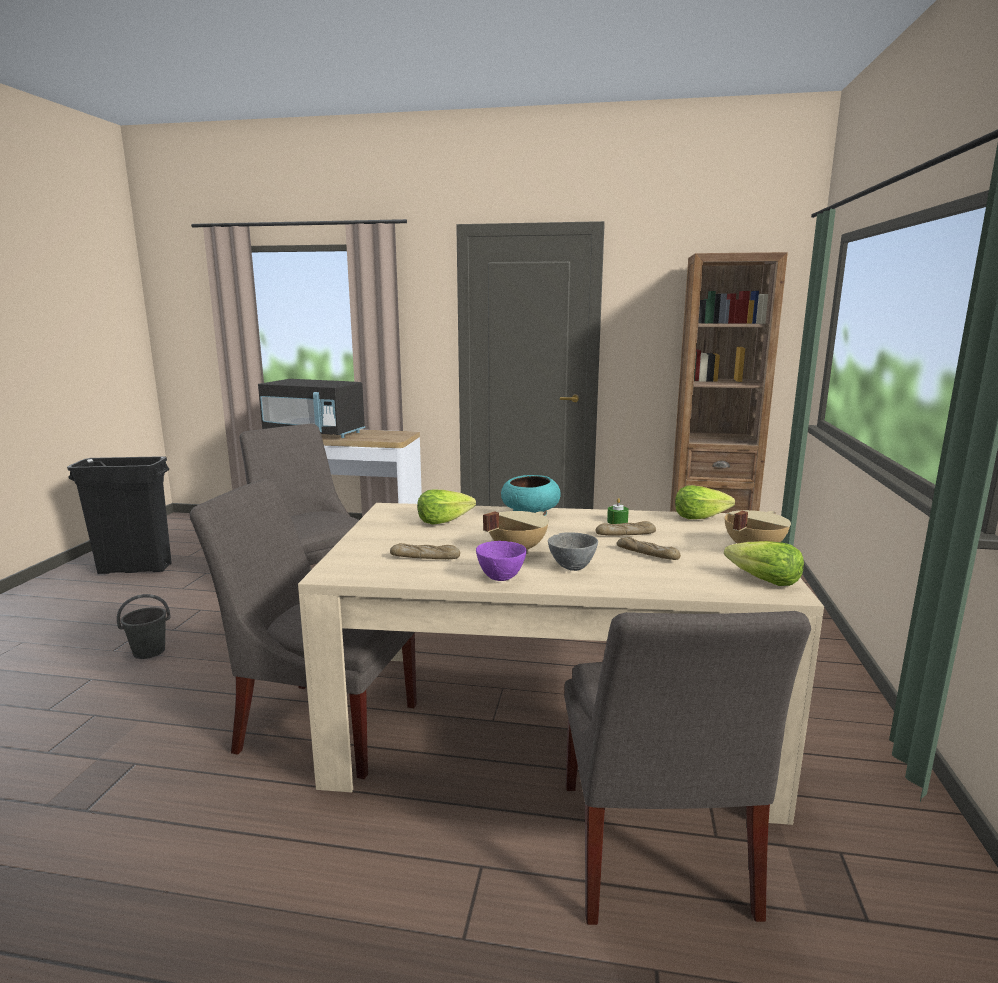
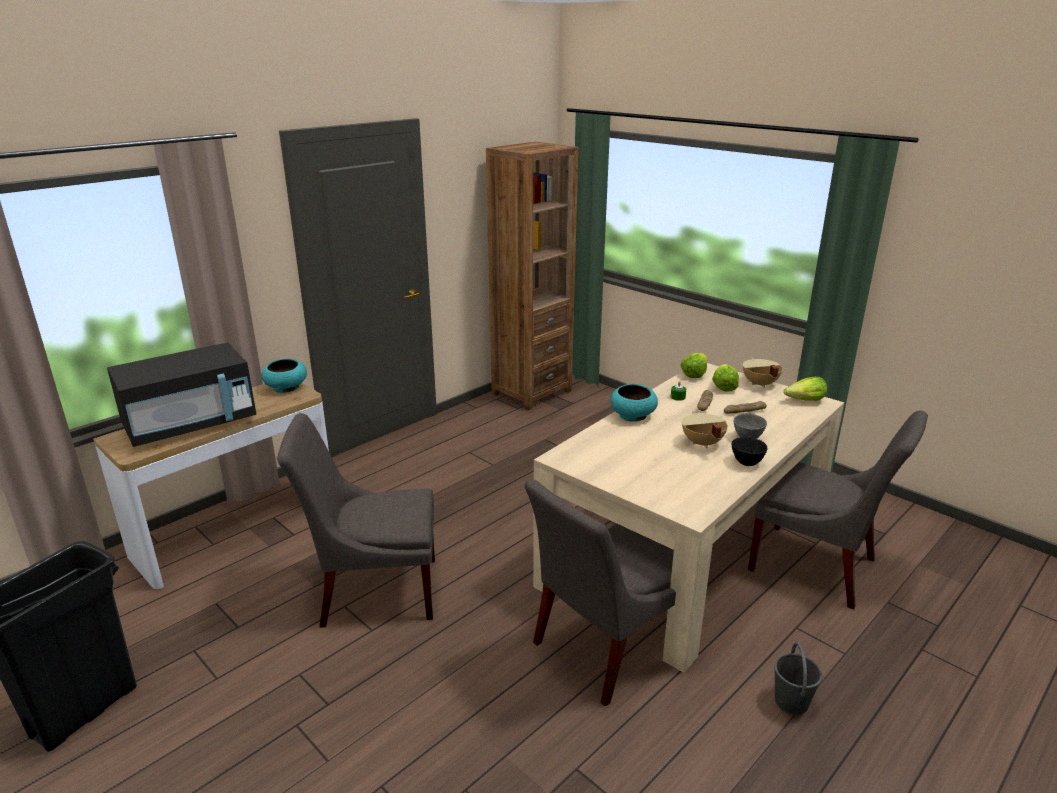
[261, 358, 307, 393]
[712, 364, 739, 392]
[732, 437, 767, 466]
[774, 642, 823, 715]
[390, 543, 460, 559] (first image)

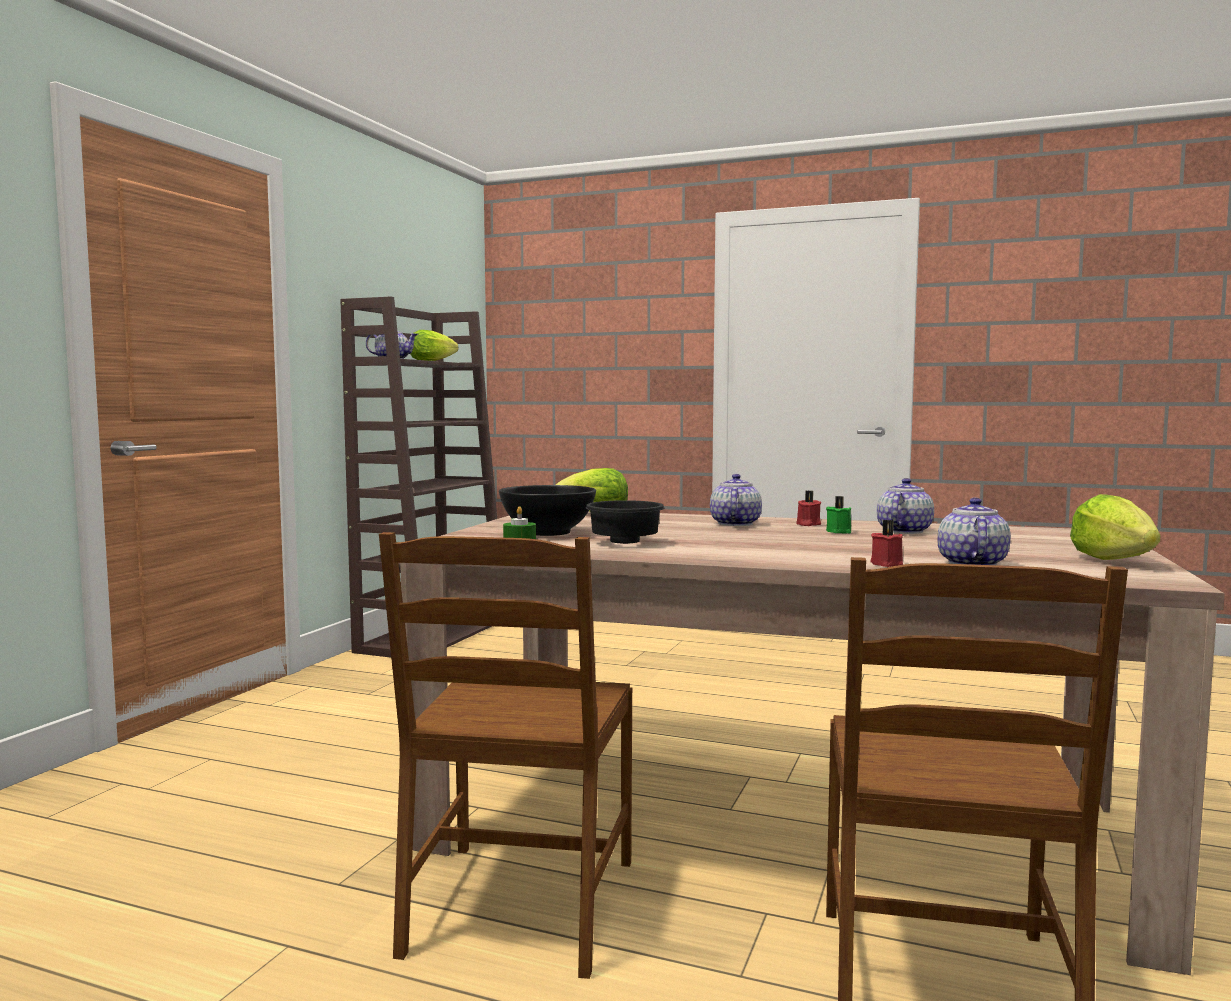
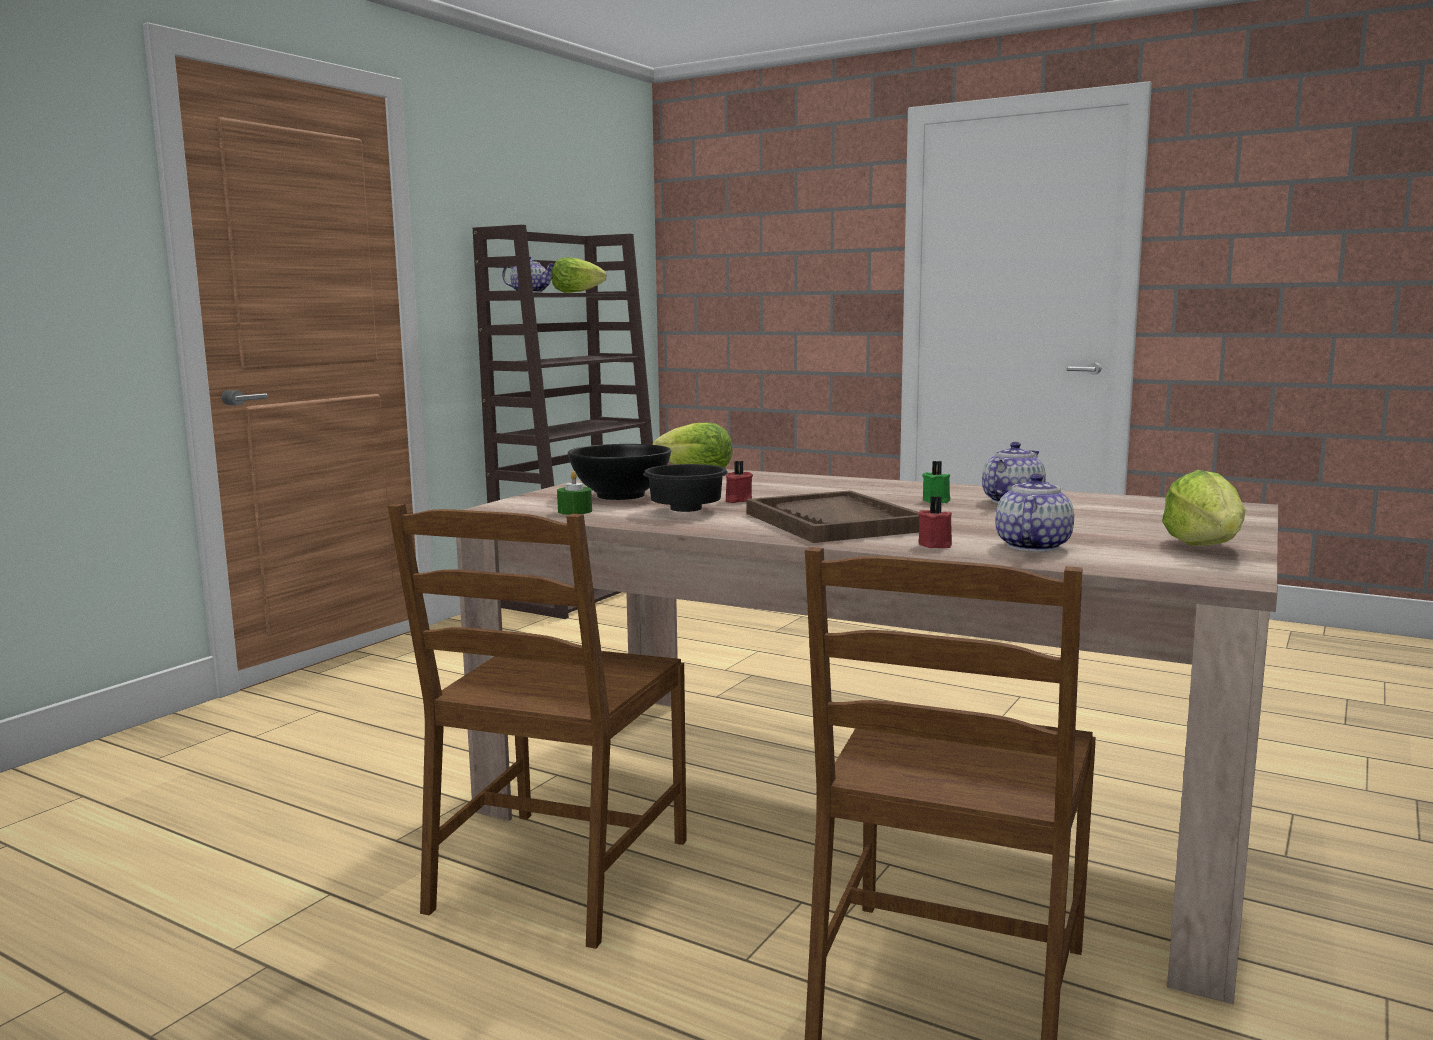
[726, 461, 753, 503]
[746, 490, 919, 543]
[710, 474, 762, 526] (first image)

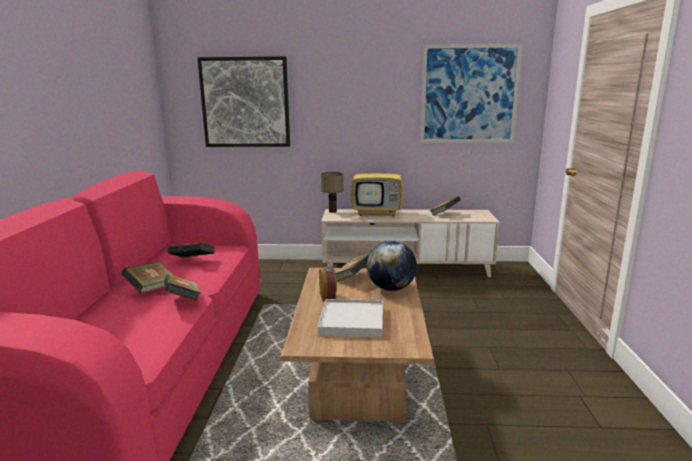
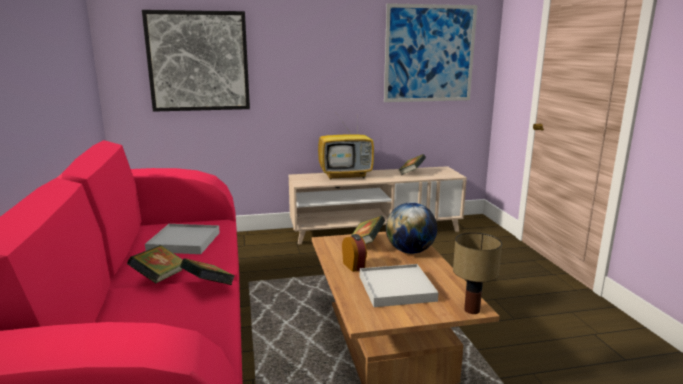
[145, 224, 220, 254]
[453, 232, 502, 314]

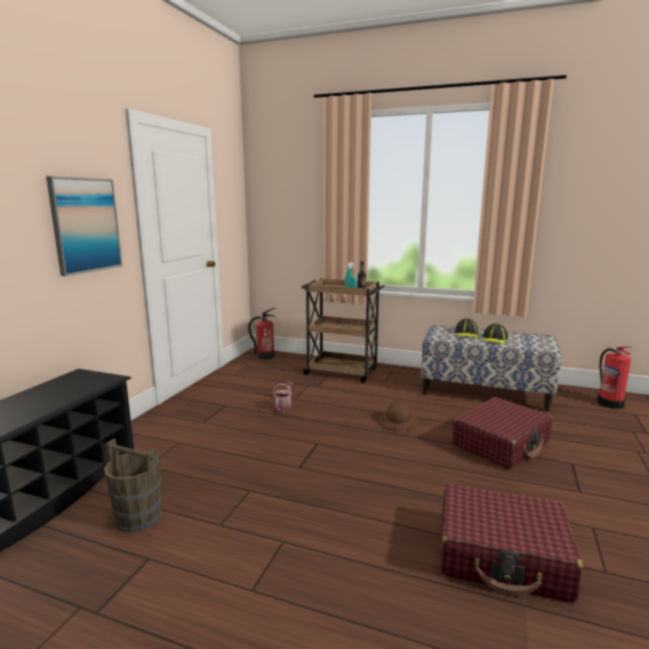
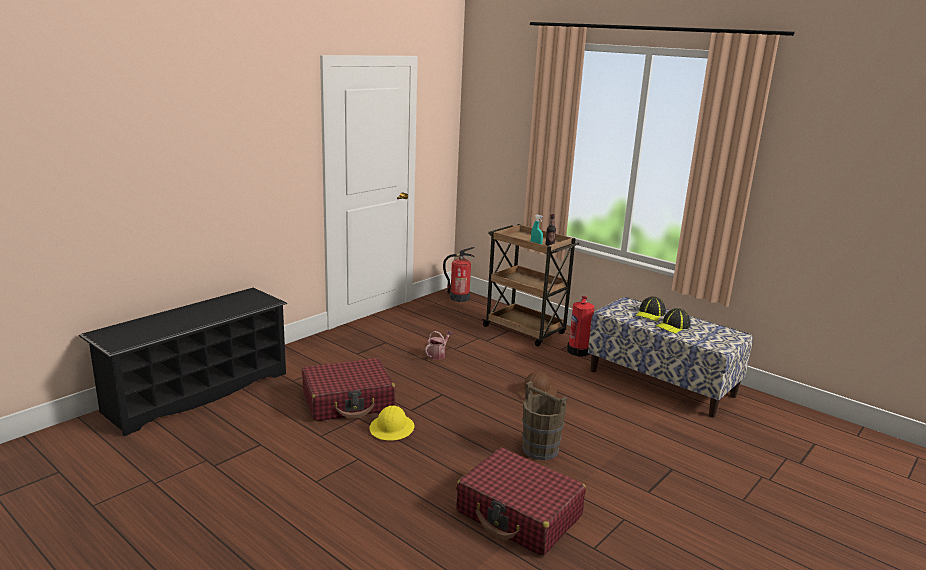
[302, 358, 395, 421]
[369, 405, 415, 441]
[522, 381, 567, 460]
[567, 296, 595, 357]
[46, 176, 122, 276] (first image)

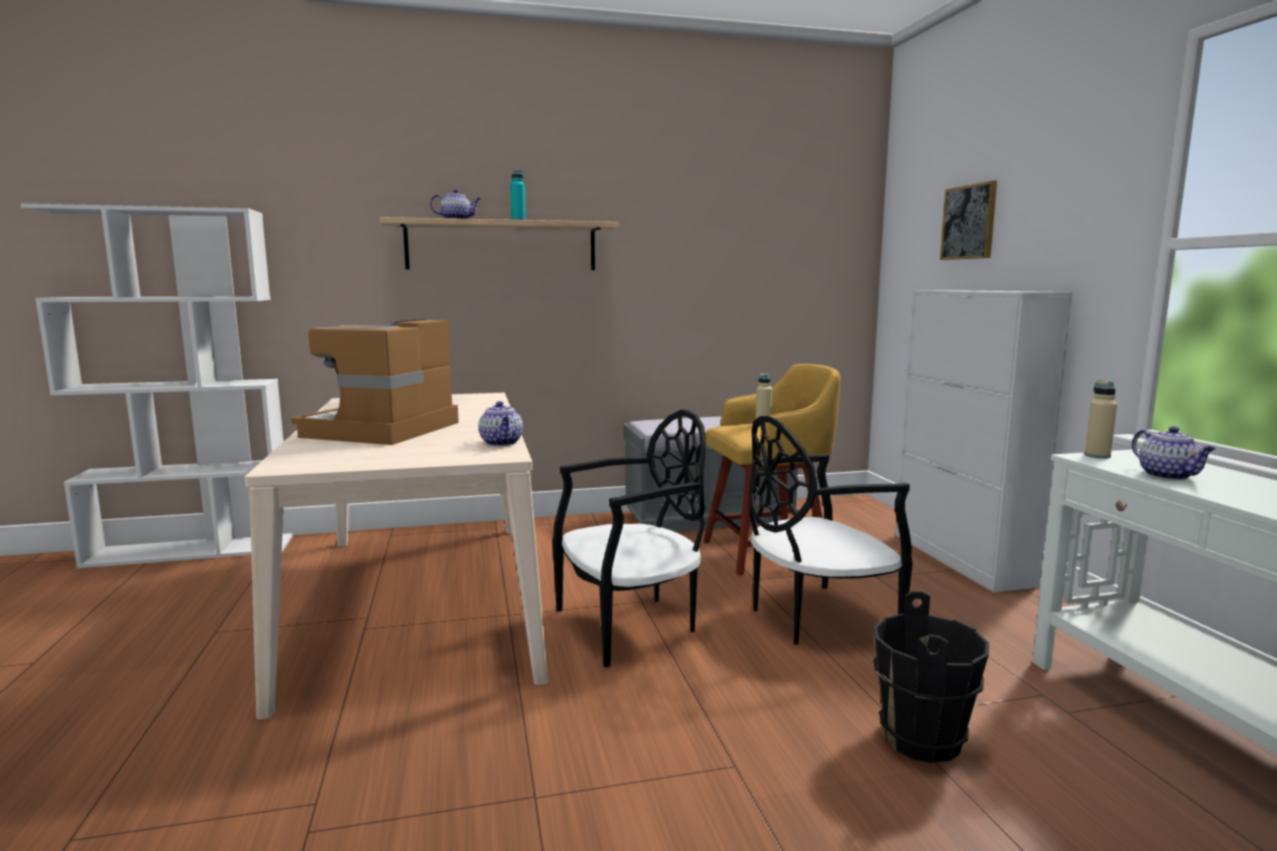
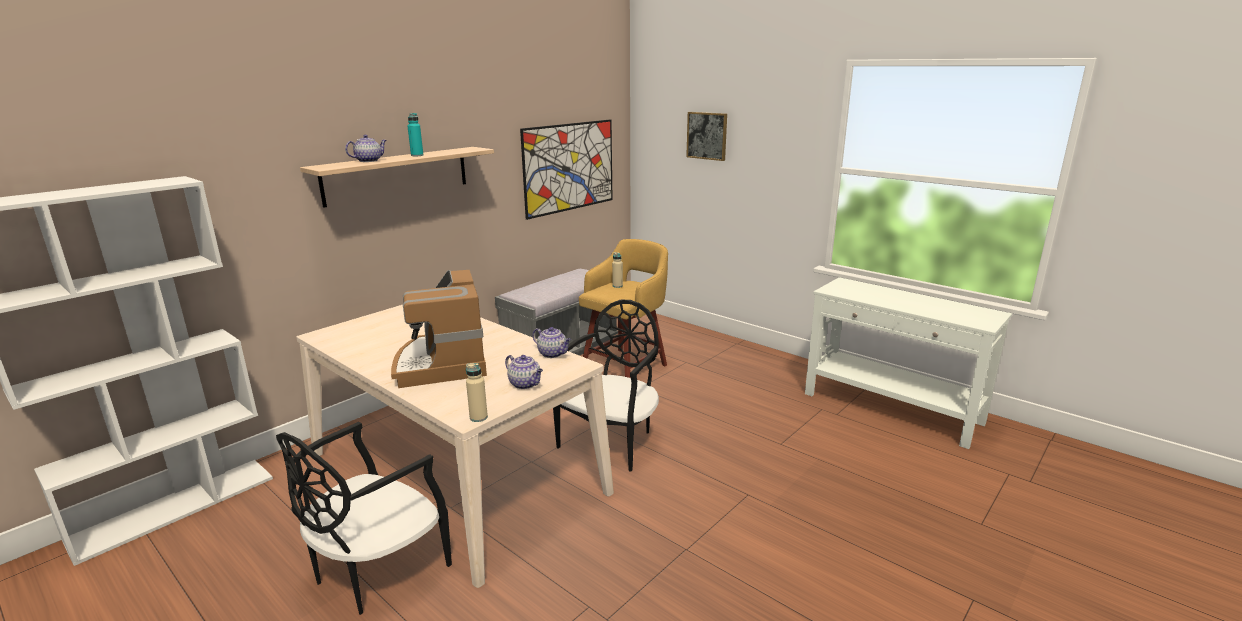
[276, 422, 452, 615]
[466, 363, 488, 422]
[505, 355, 543, 389]
[520, 119, 613, 220]
[873, 591, 989, 763] (first image)
[896, 290, 1072, 592] (first image)

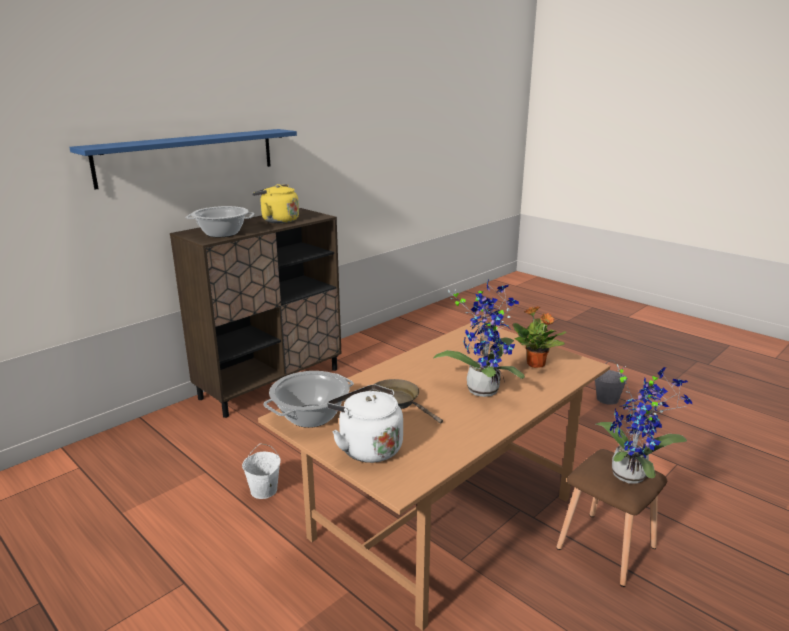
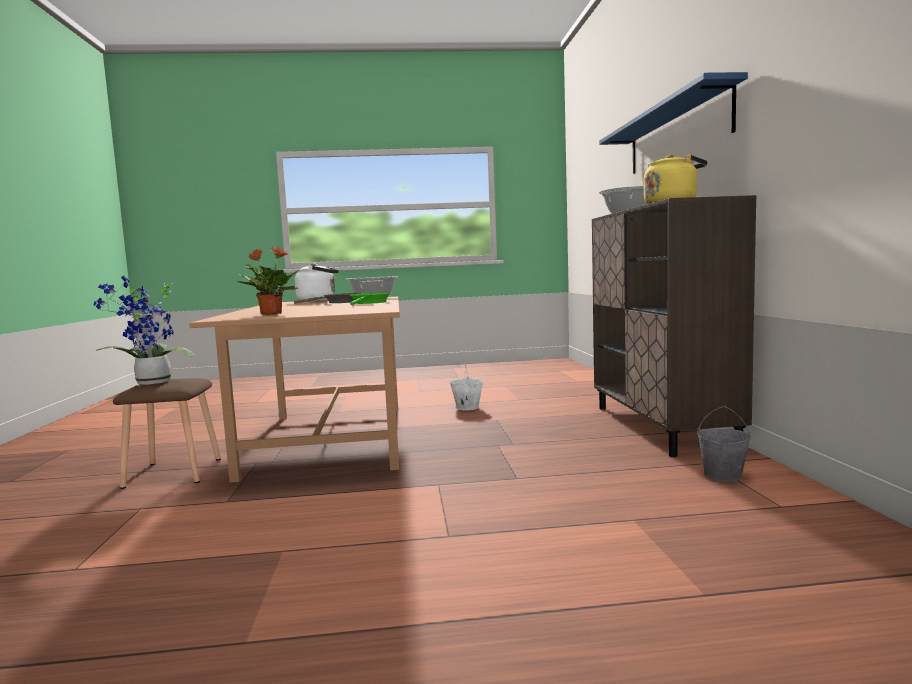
[350, 293, 390, 305]
[697, 406, 751, 482]
[433, 280, 525, 397] (first image)

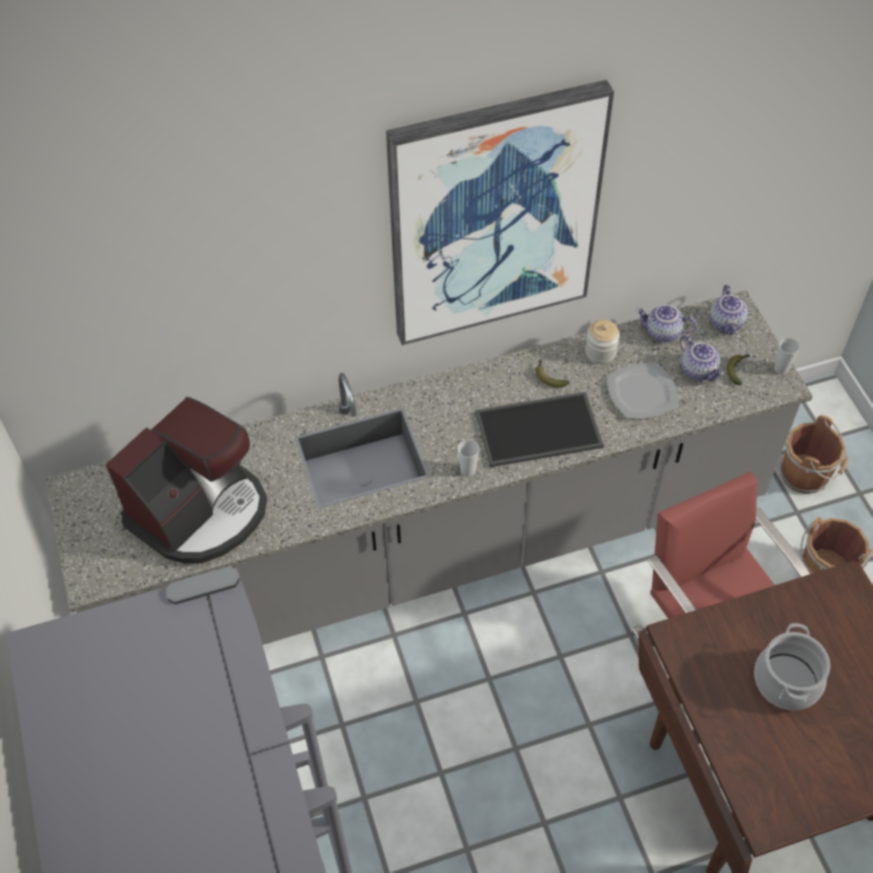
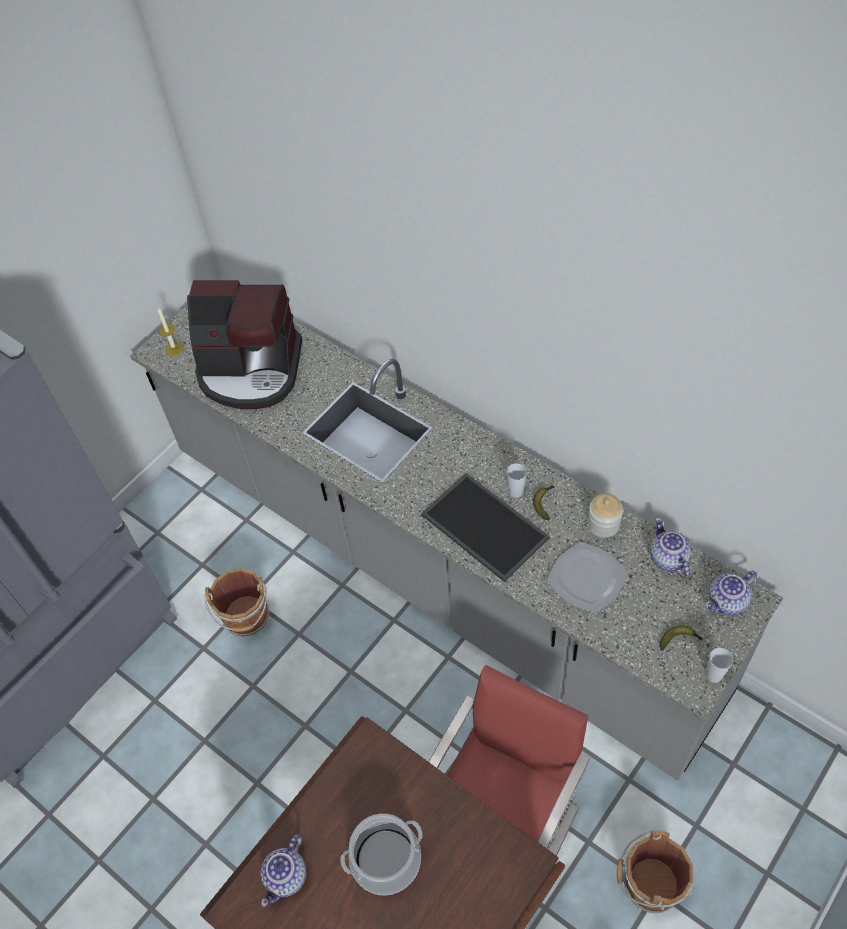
[158, 308, 184, 356]
[204, 568, 269, 637]
[261, 835, 306, 907]
[506, 463, 527, 498]
[386, 80, 614, 345] (first image)

